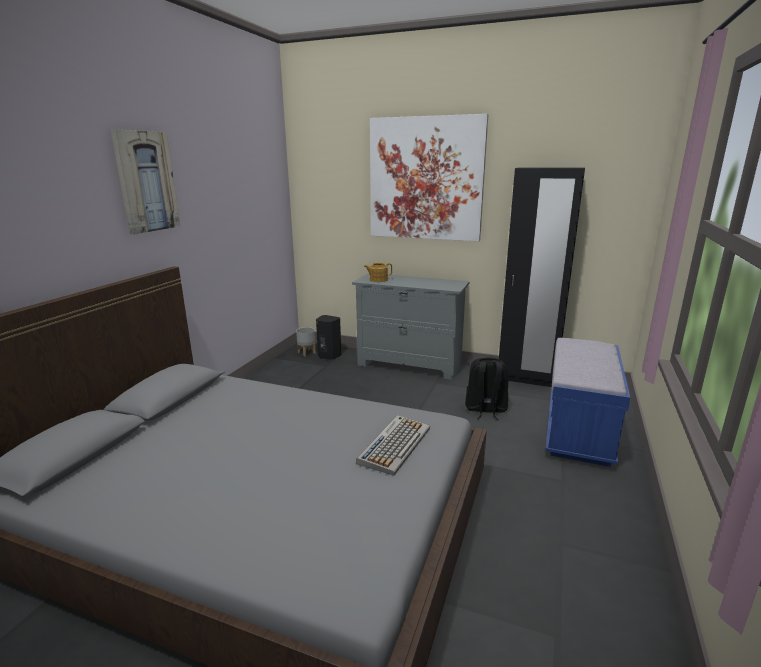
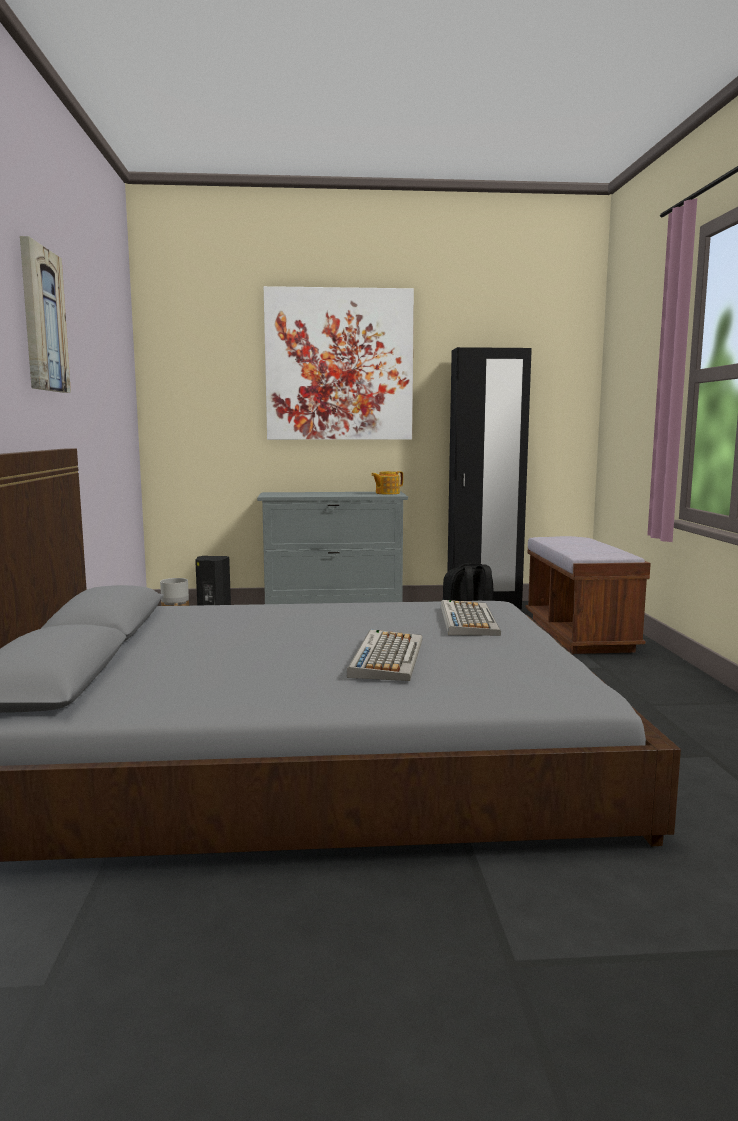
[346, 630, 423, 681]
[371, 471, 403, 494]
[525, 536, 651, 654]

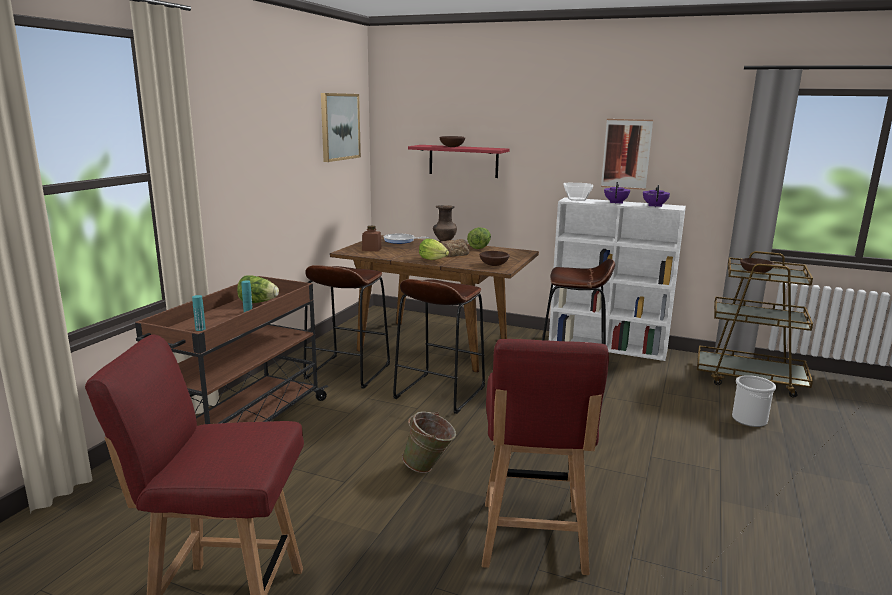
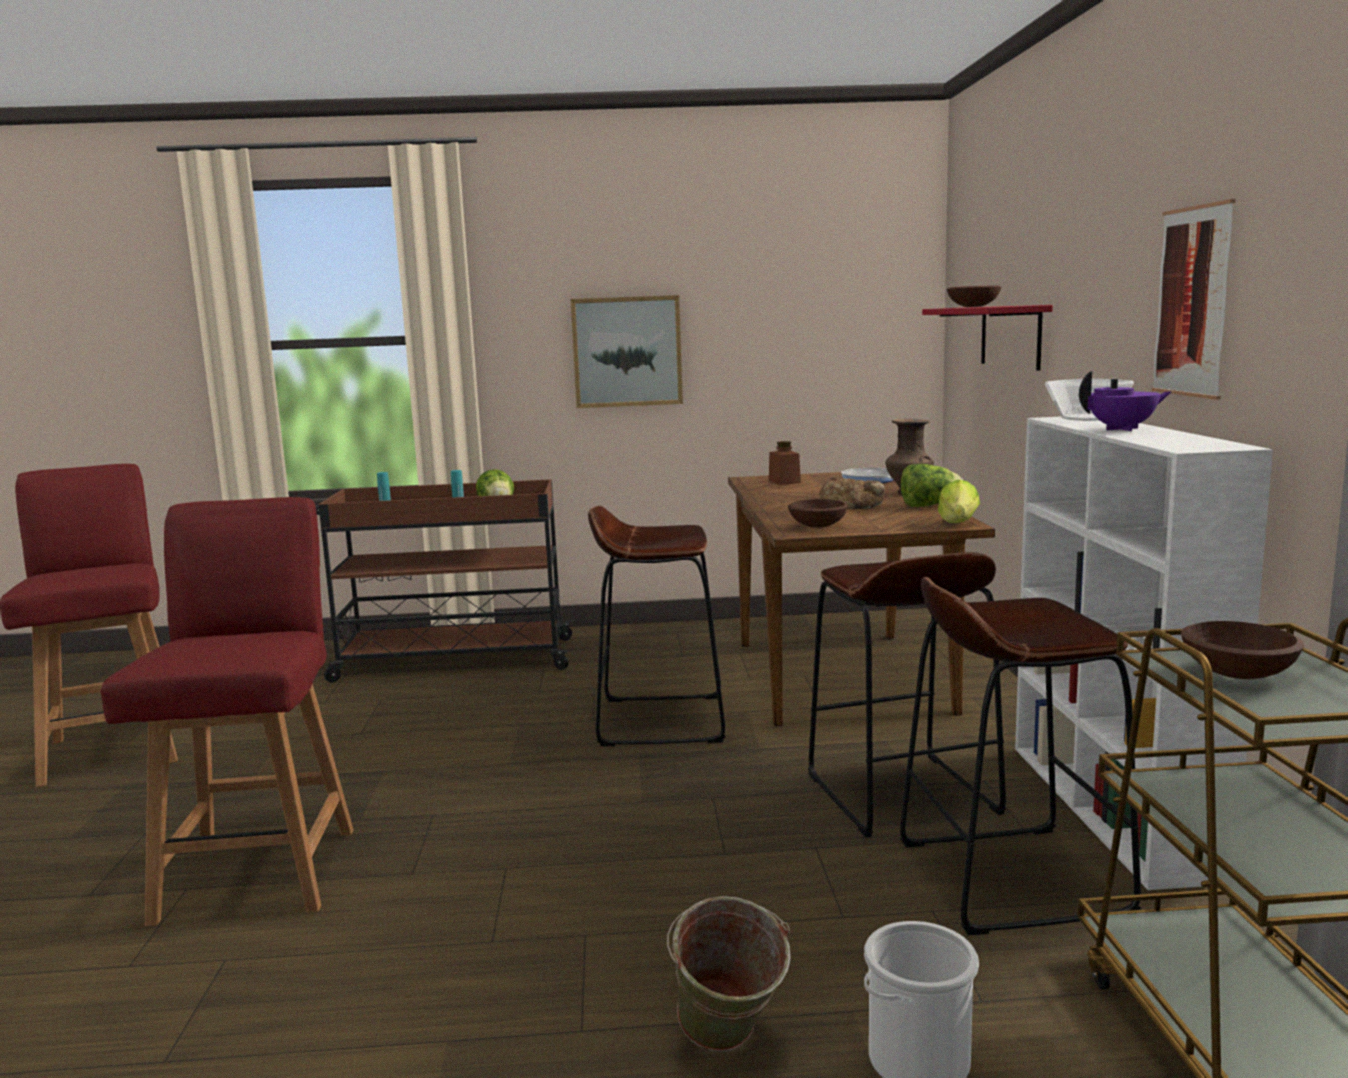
[101, 497, 353, 926]
[571, 295, 683, 408]
[667, 896, 791, 1052]
[900, 577, 1141, 935]
[938, 480, 980, 523]
[643, 185, 670, 207] (first image)

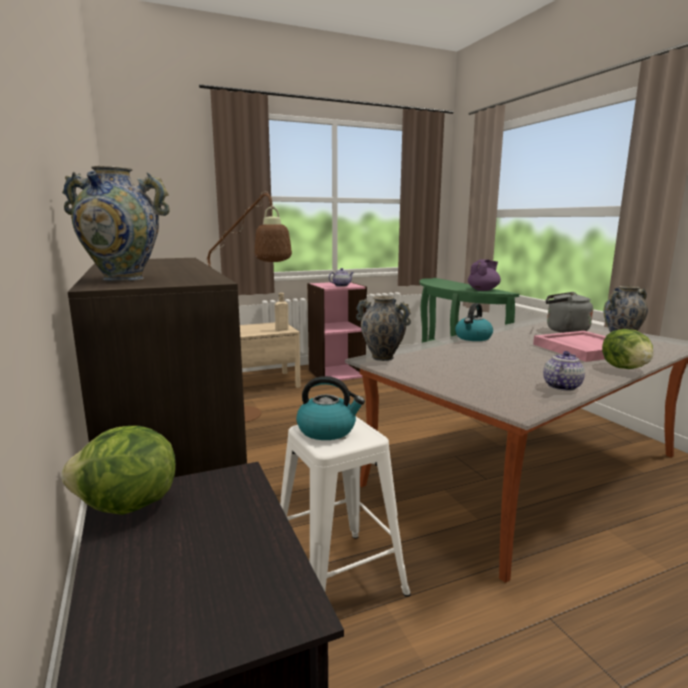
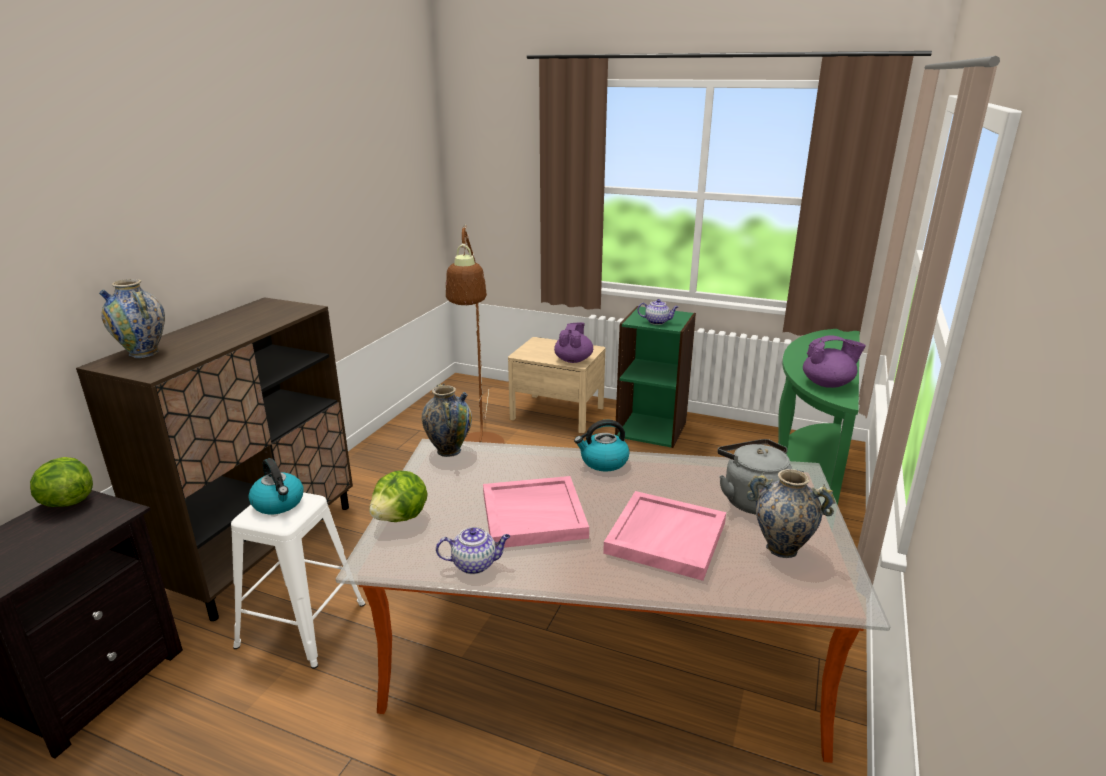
[369, 471, 428, 522]
[483, 476, 589, 548]
[554, 322, 593, 363]
[615, 306, 696, 448]

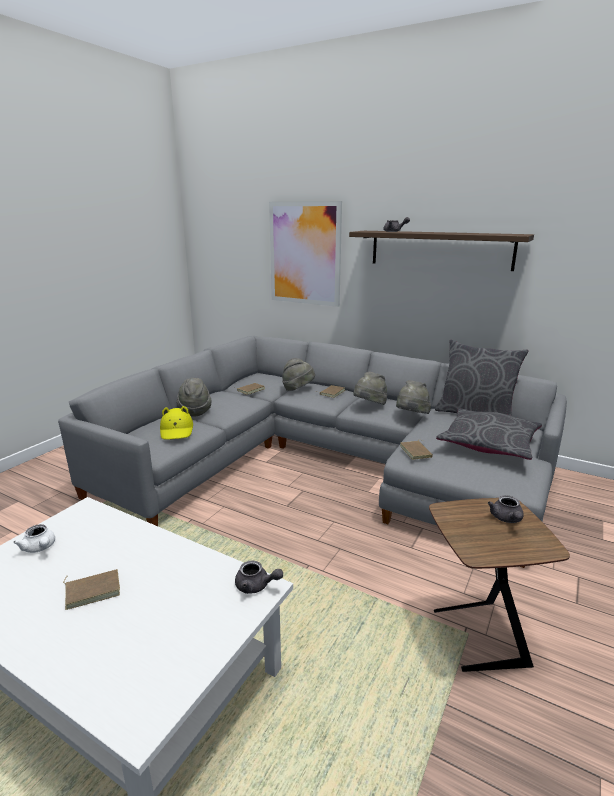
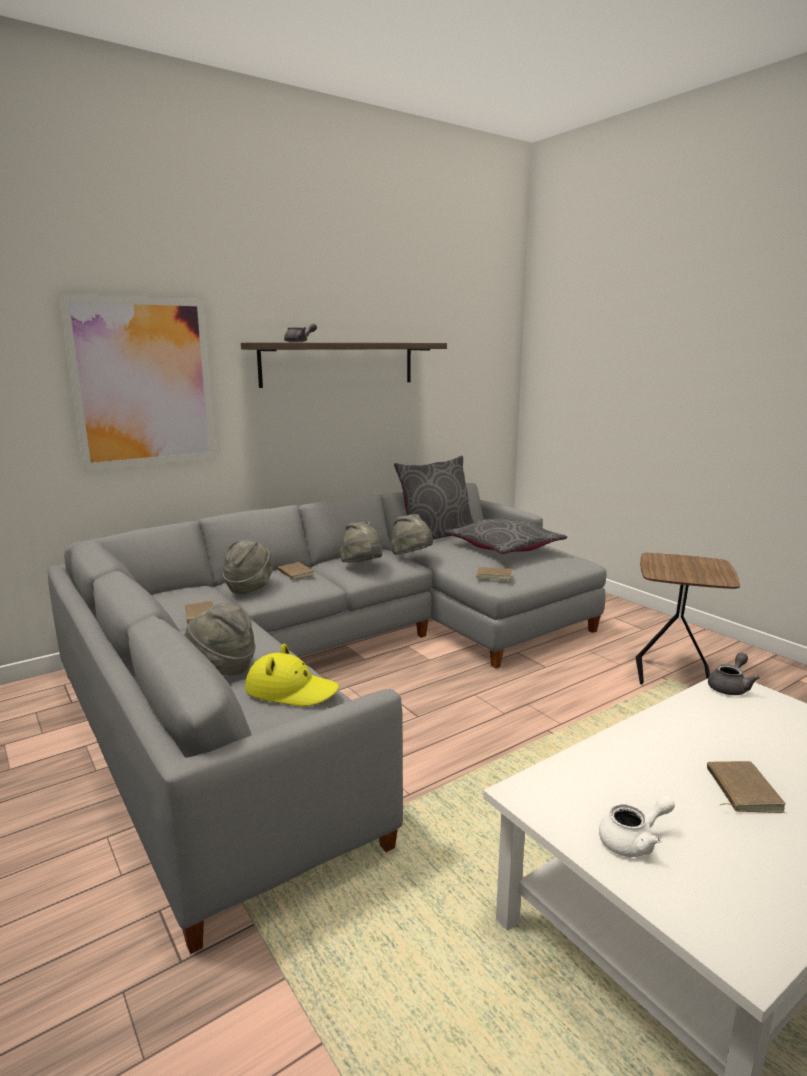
[488, 495, 524, 523] (first image)

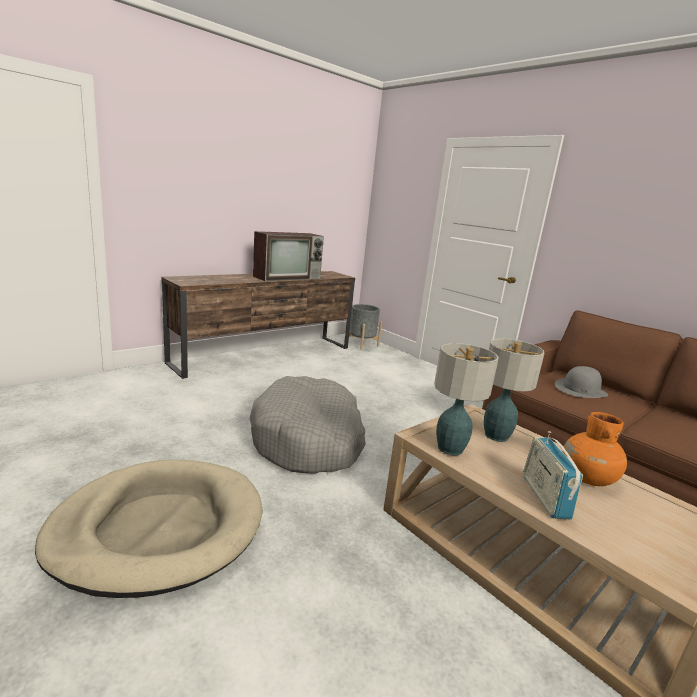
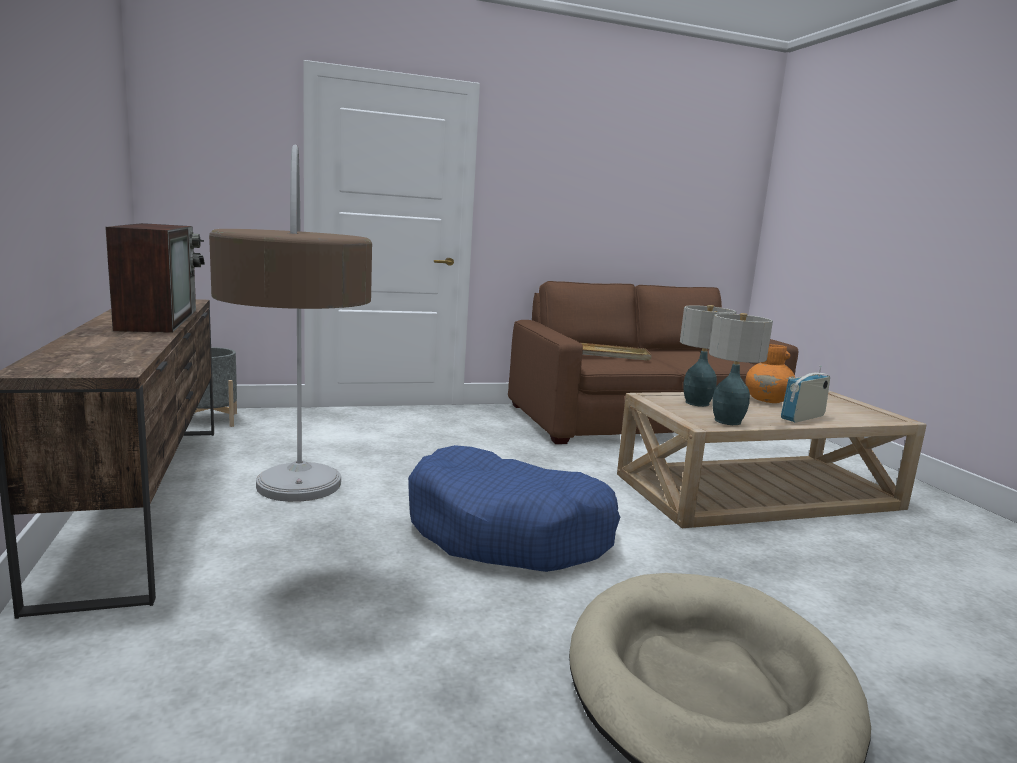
[209, 145, 372, 502]
[408, 445, 620, 572]
[579, 342, 652, 361]
[781, 366, 830, 423]

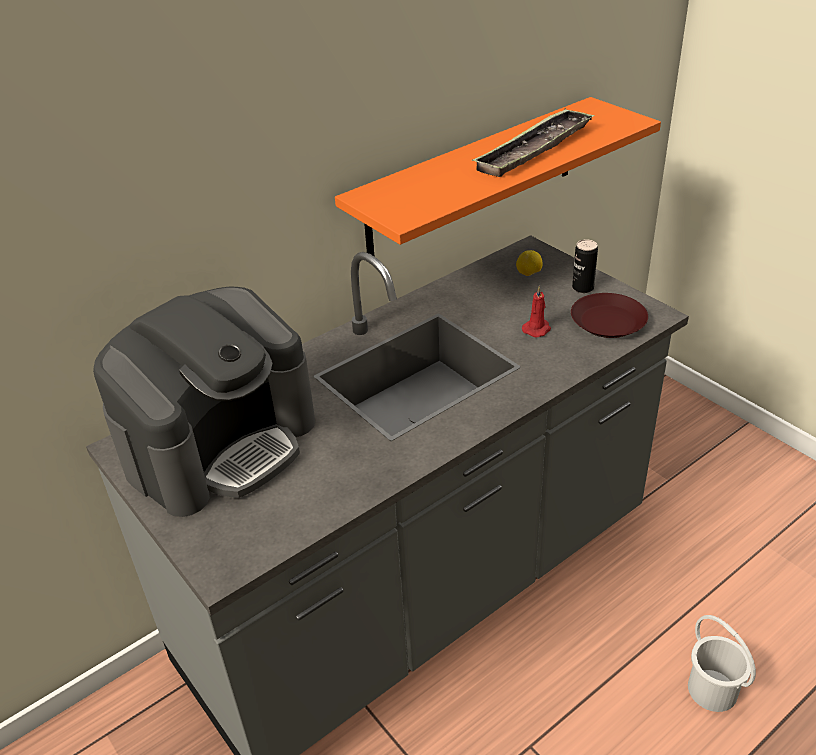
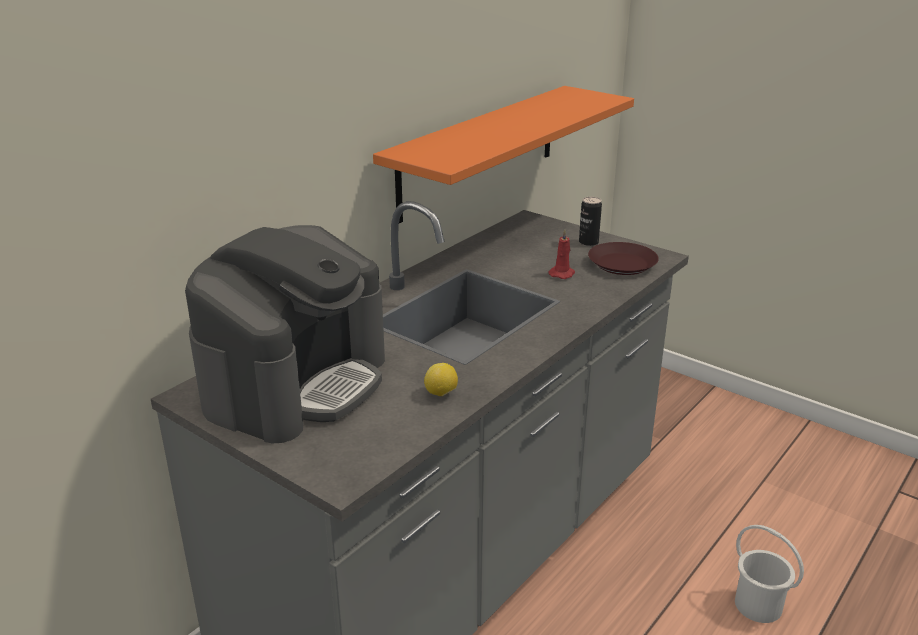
[424, 363, 458, 396]
[472, 108, 595, 177] (first image)

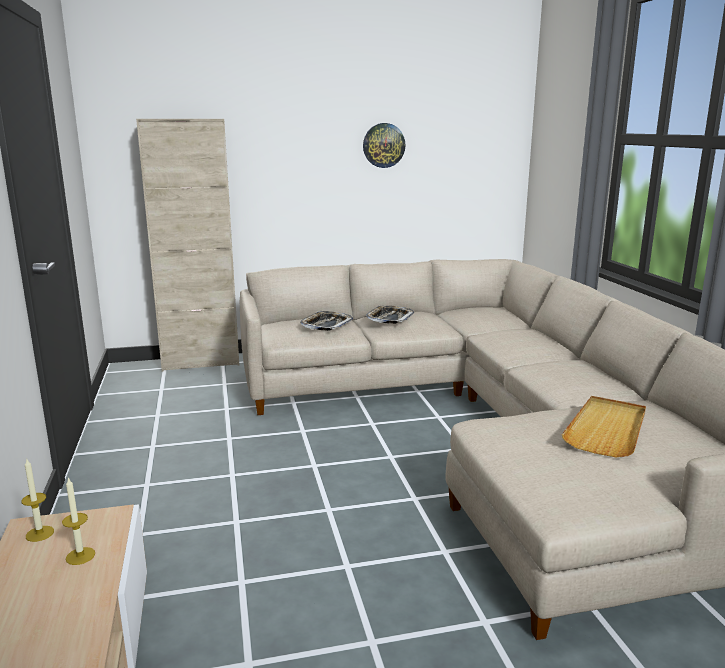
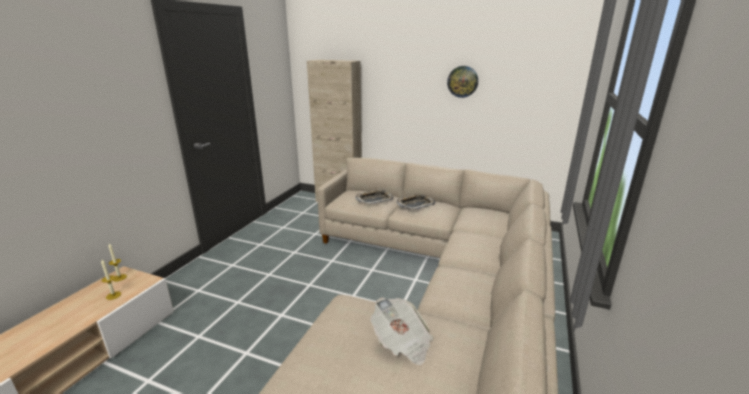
[371, 297, 434, 366]

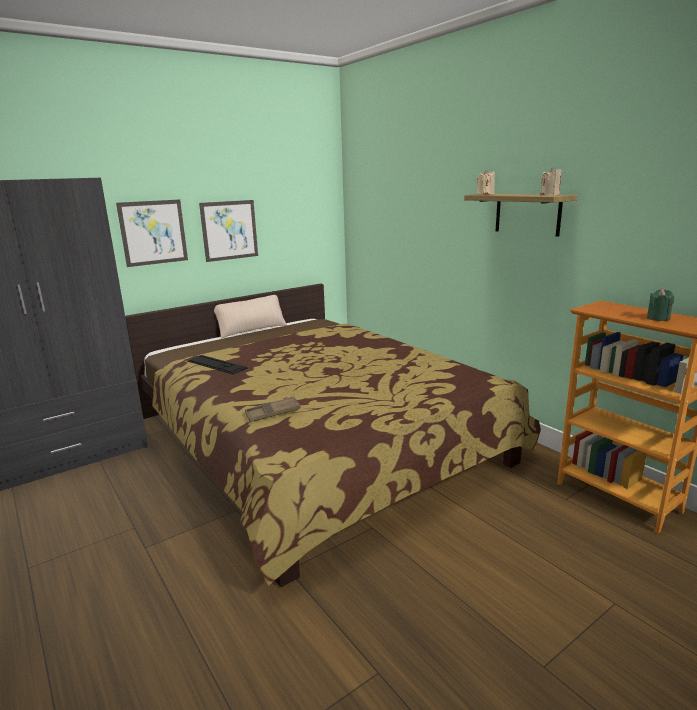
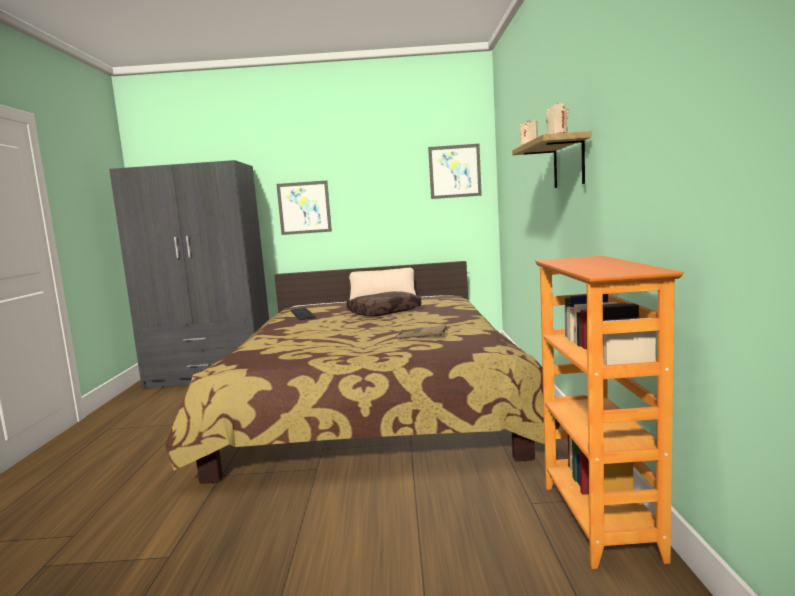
[347, 291, 421, 316]
[396, 325, 446, 339]
[428, 144, 482, 199]
[647, 289, 674, 321] (first image)

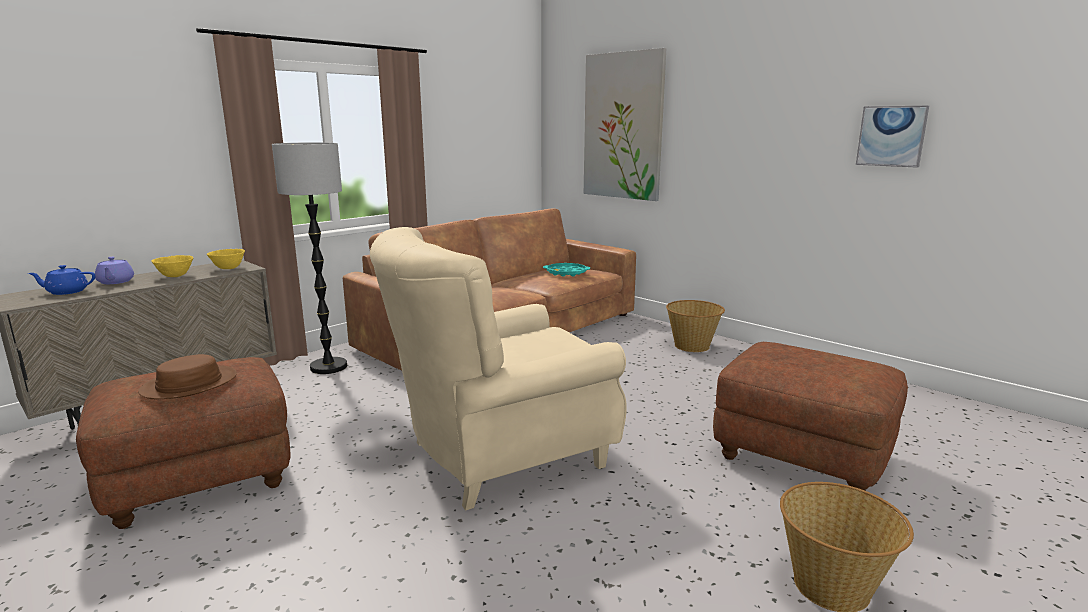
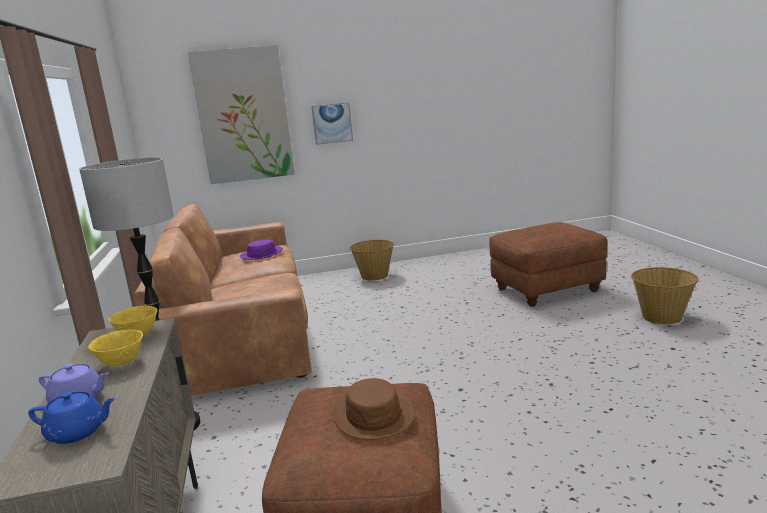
[28, 392, 115, 444]
[240, 239, 283, 260]
[311, 102, 353, 145]
[370, 227, 627, 511] (first image)

